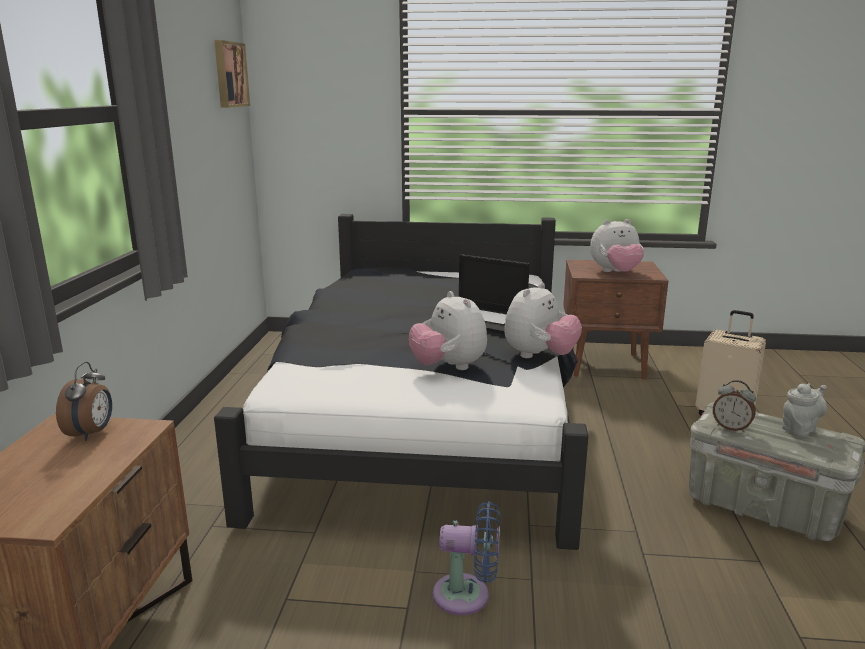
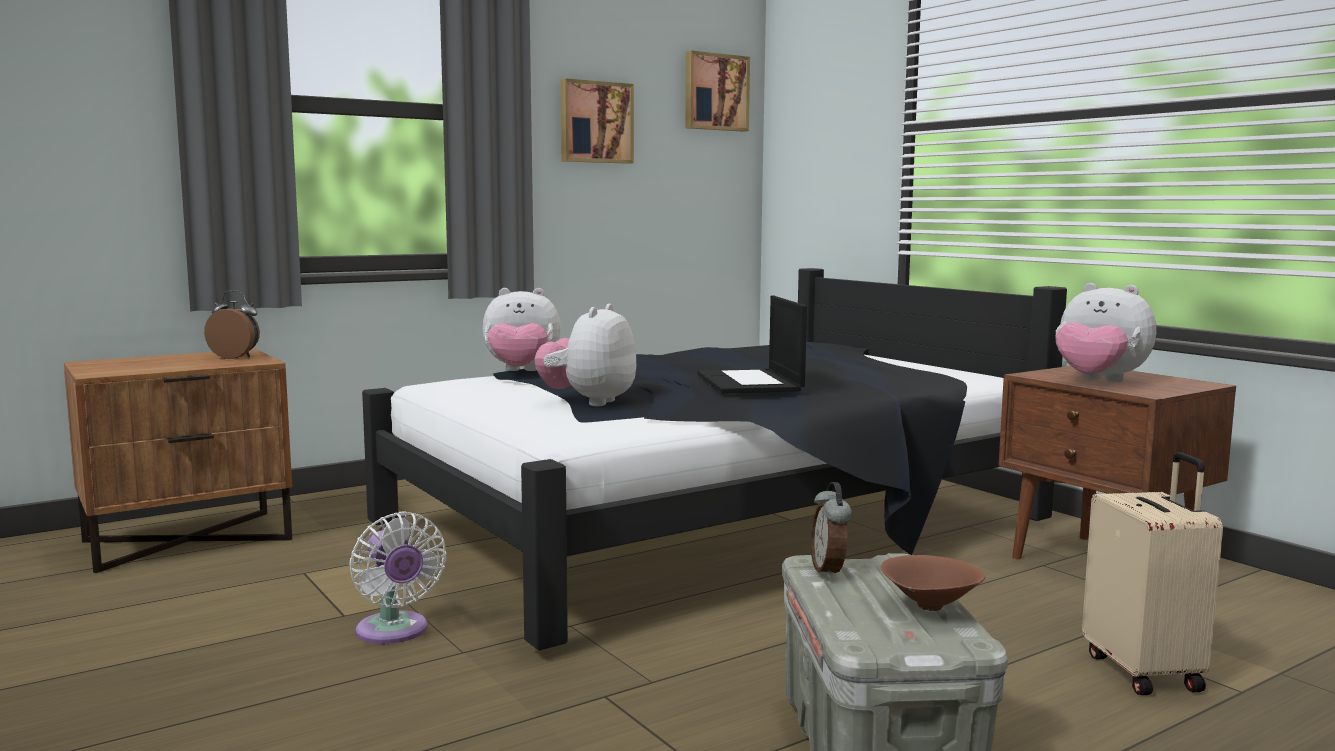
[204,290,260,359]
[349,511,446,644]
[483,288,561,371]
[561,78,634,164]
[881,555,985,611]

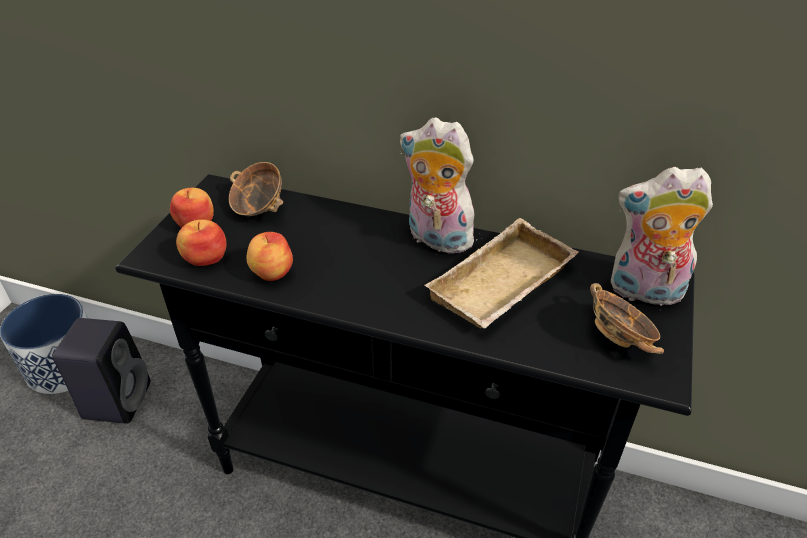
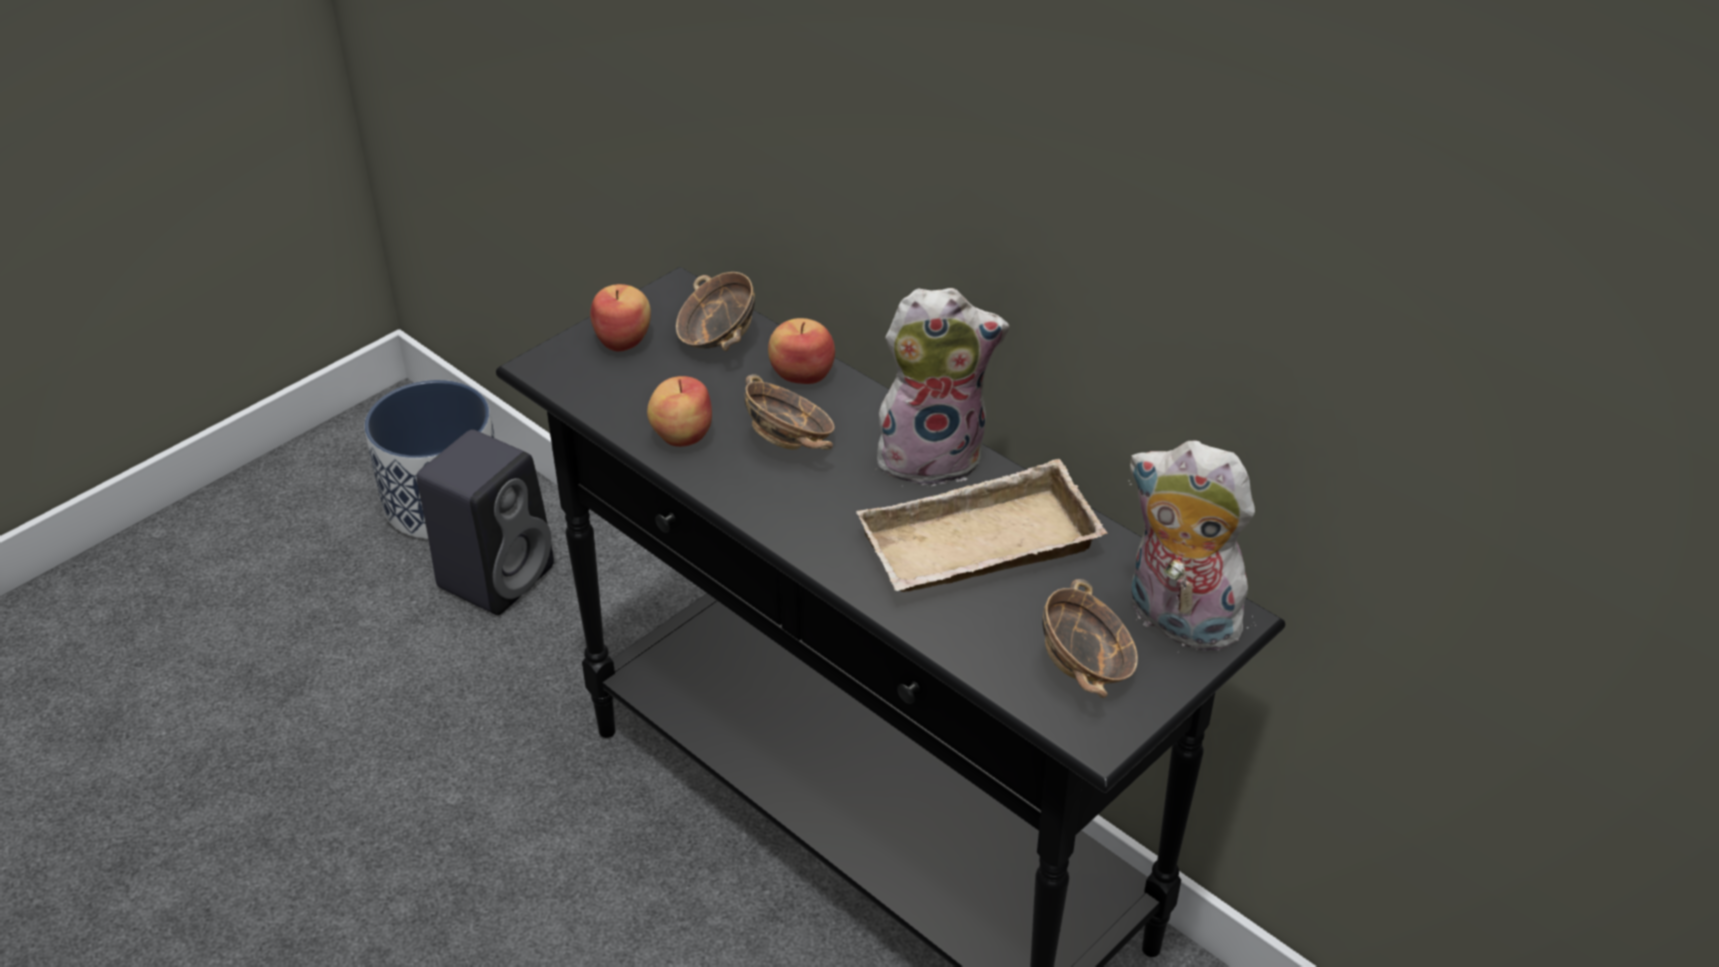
[745,374,835,450]
[768,318,835,384]
[876,288,1009,487]

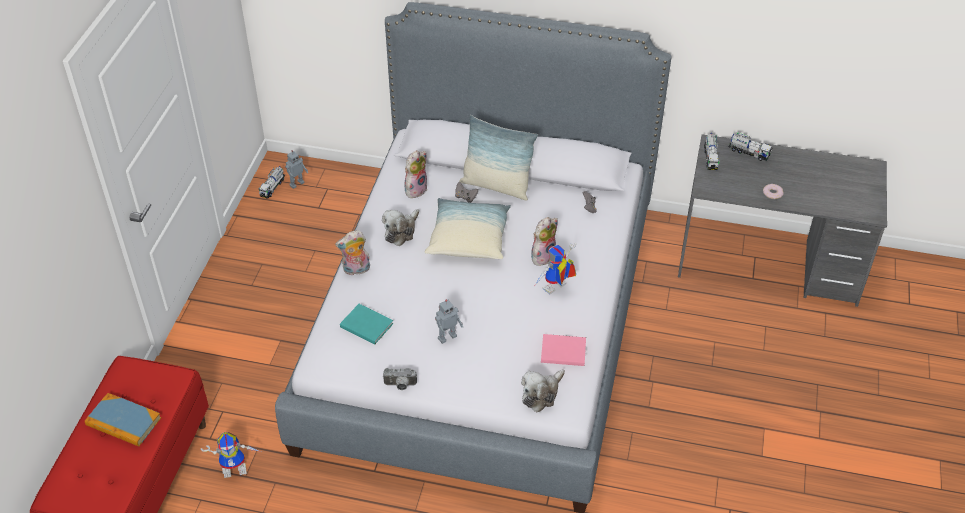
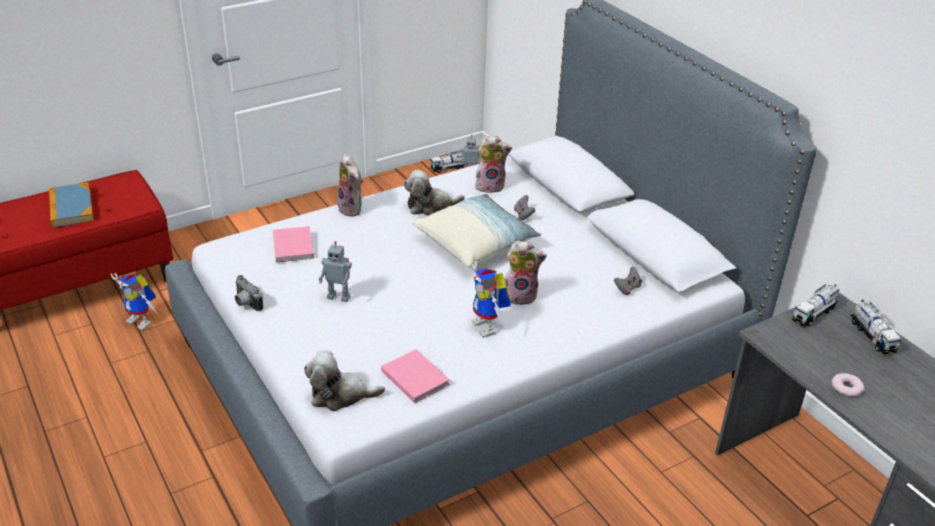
[273,226,314,263]
[337,154,363,217]
[471,260,511,338]
[459,115,538,201] (first image)

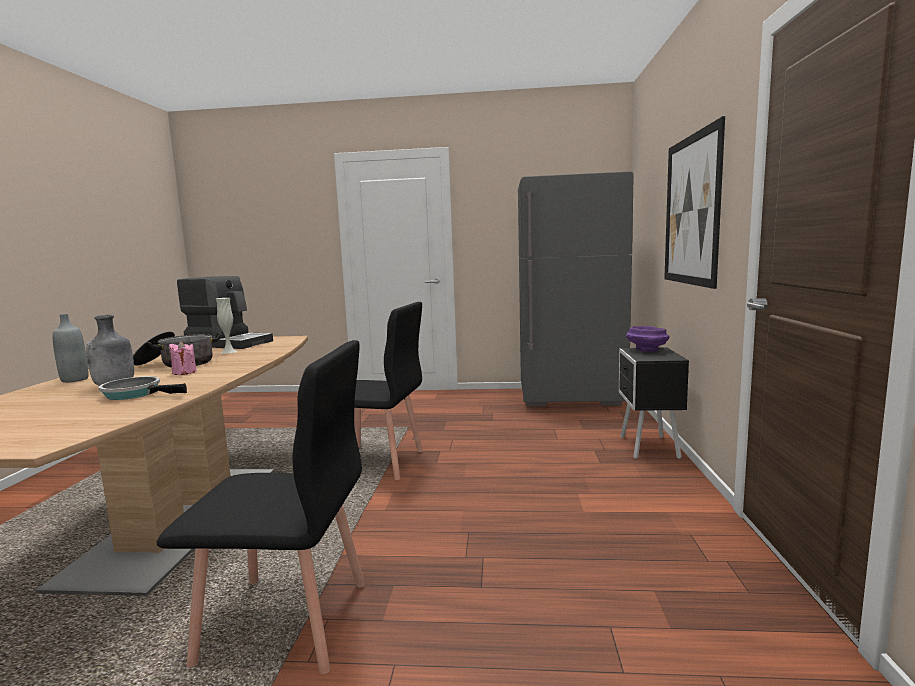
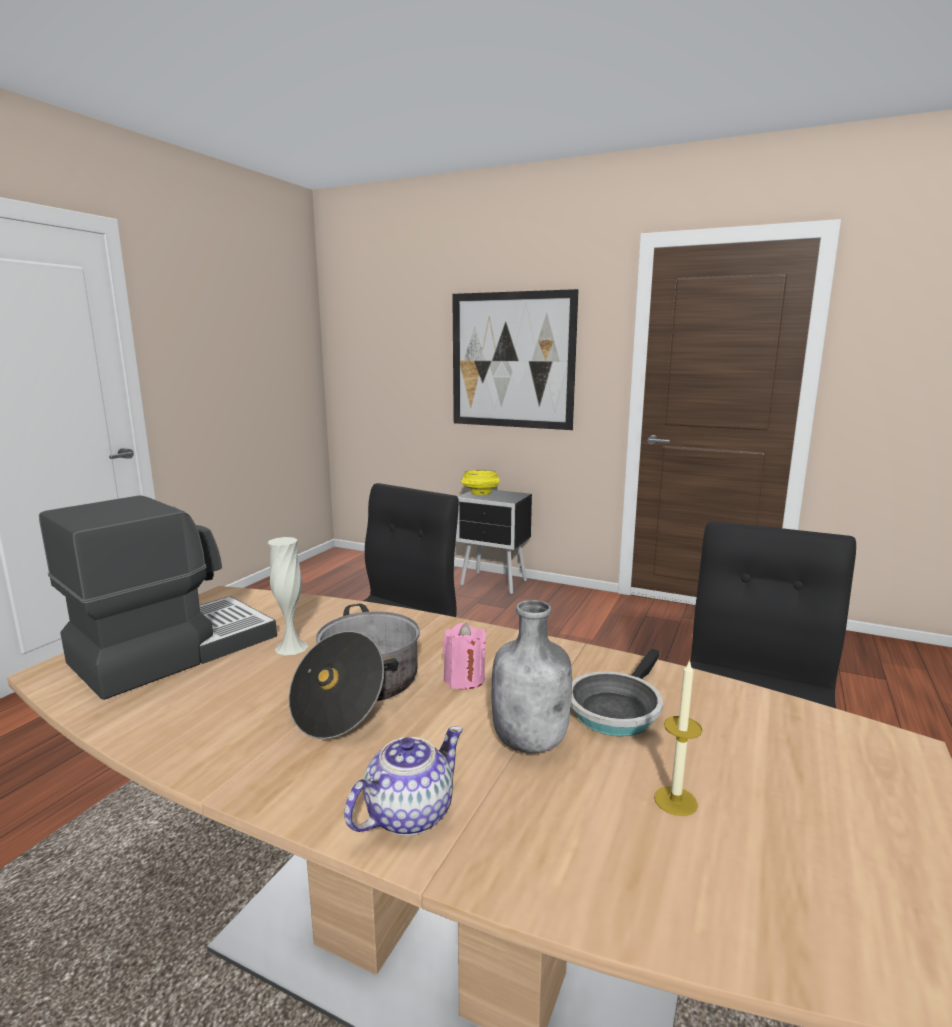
[344,726,463,836]
[461,470,500,495]
[654,659,702,816]
[518,171,634,407] (first image)

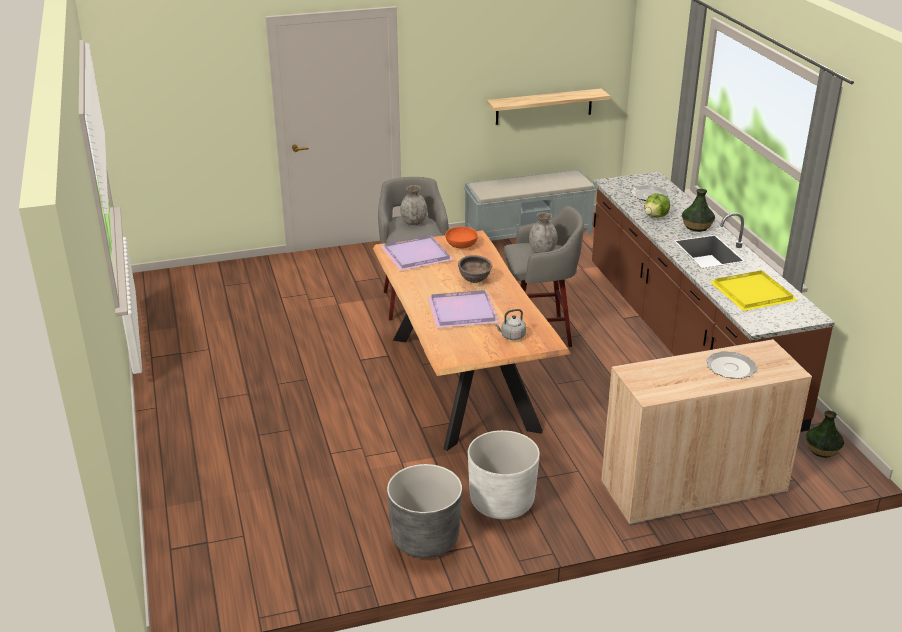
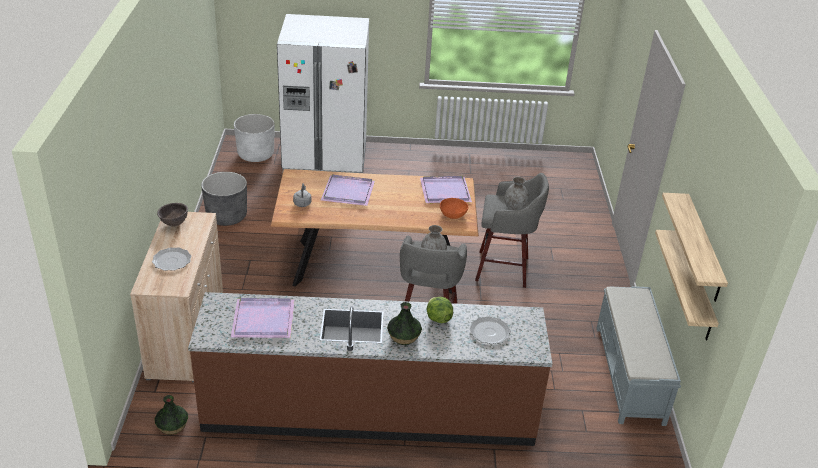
[157,203,188,227]
[231,298,295,338]
[234,114,274,162]
[277,14,369,173]
[662,193,728,302]

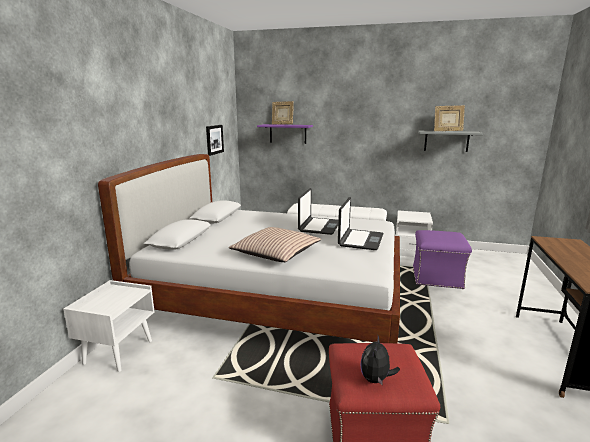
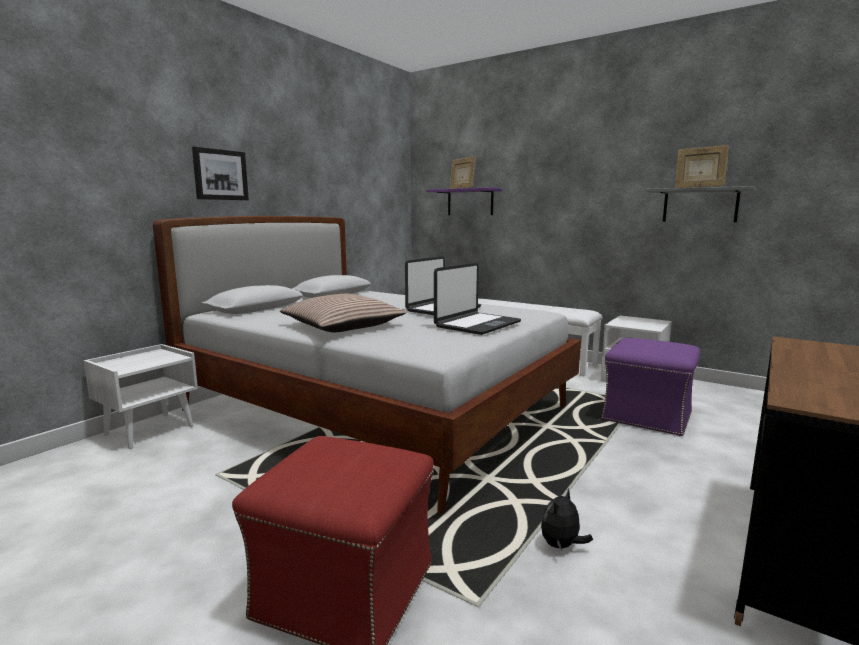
[192,147,249,200]
[541,488,593,550]

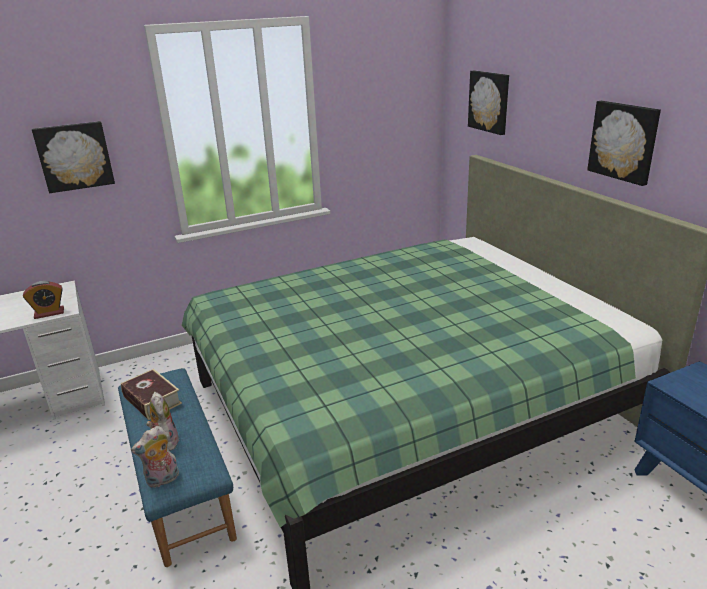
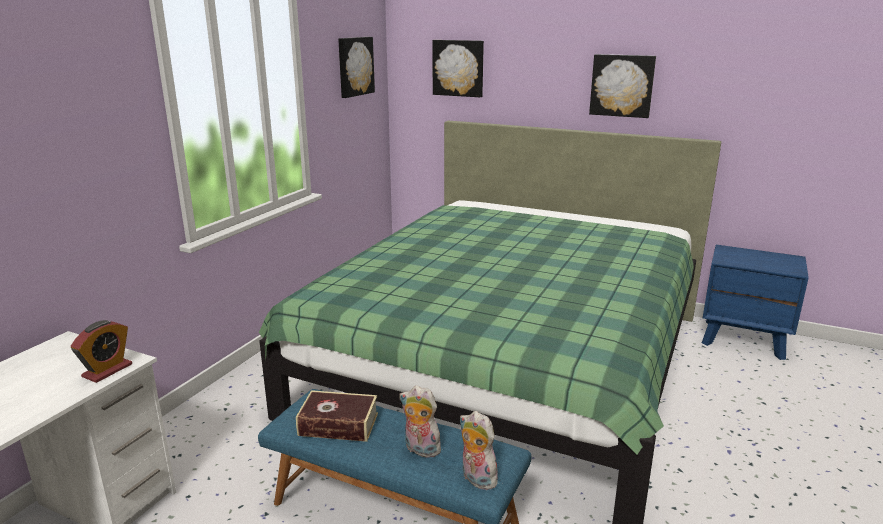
[338,37,375,98]
[460,411,500,490]

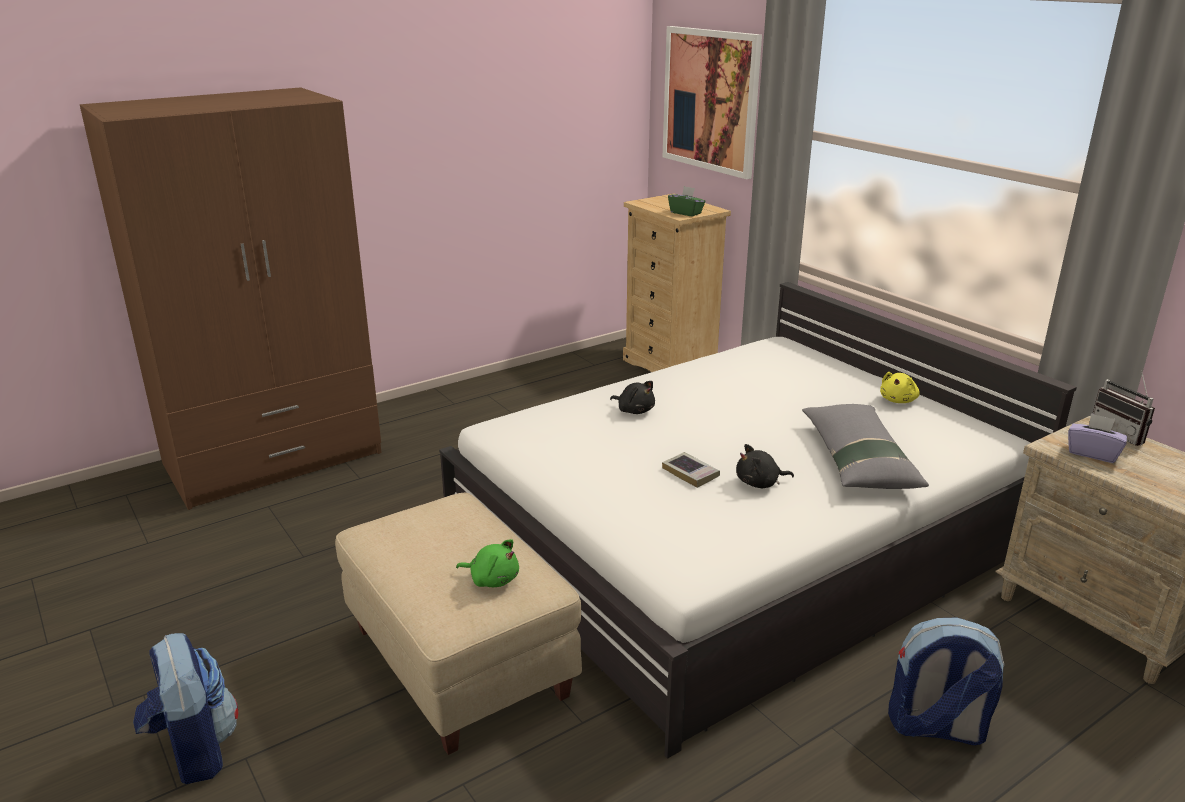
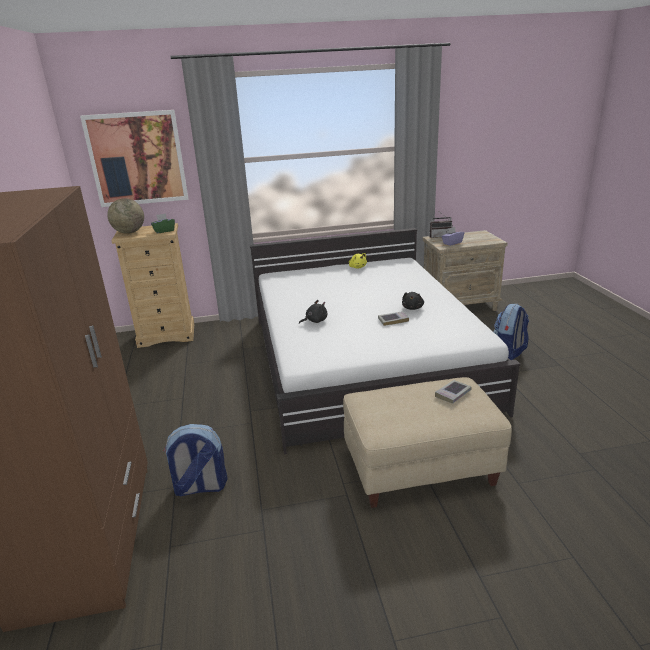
[107,198,144,234]
[163,424,228,496]
[435,380,472,403]
[802,404,929,489] (first image)

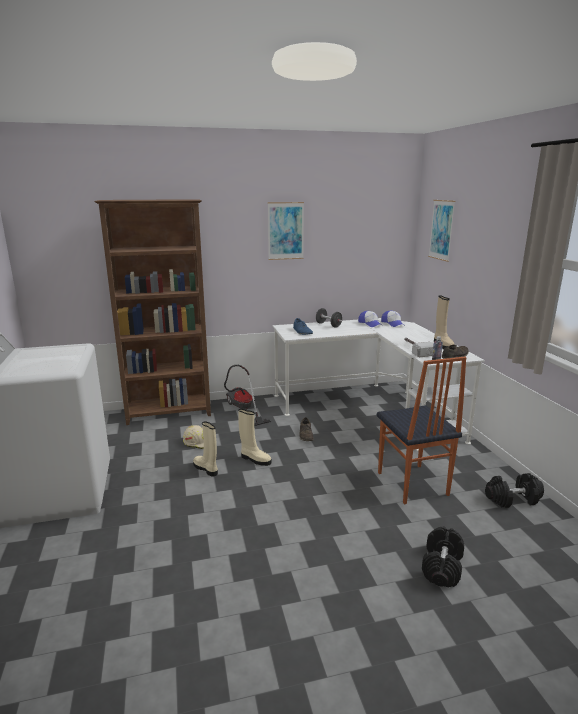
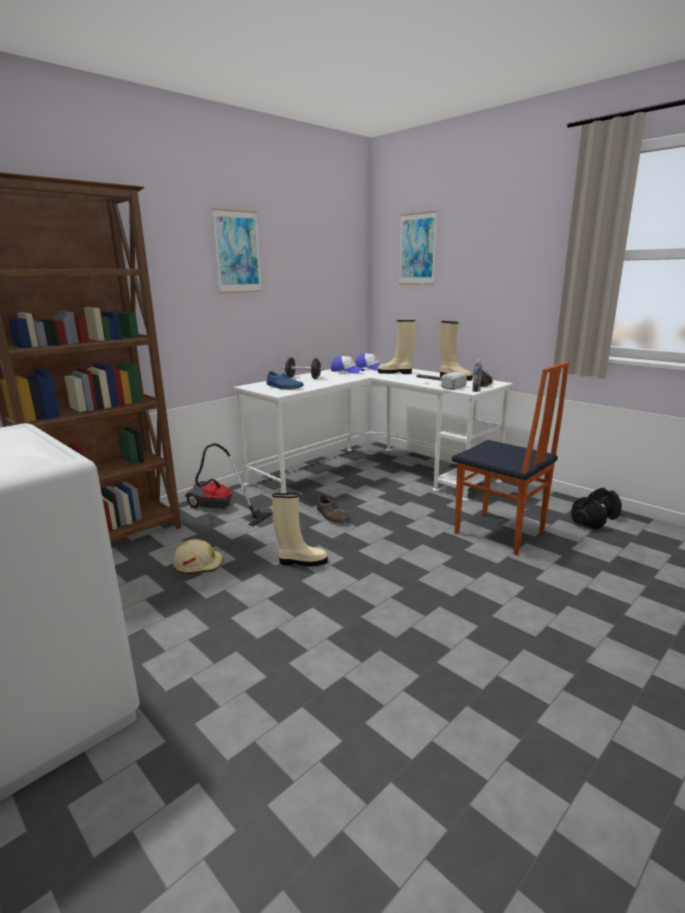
[378,320,415,374]
[422,526,465,587] (first image)

